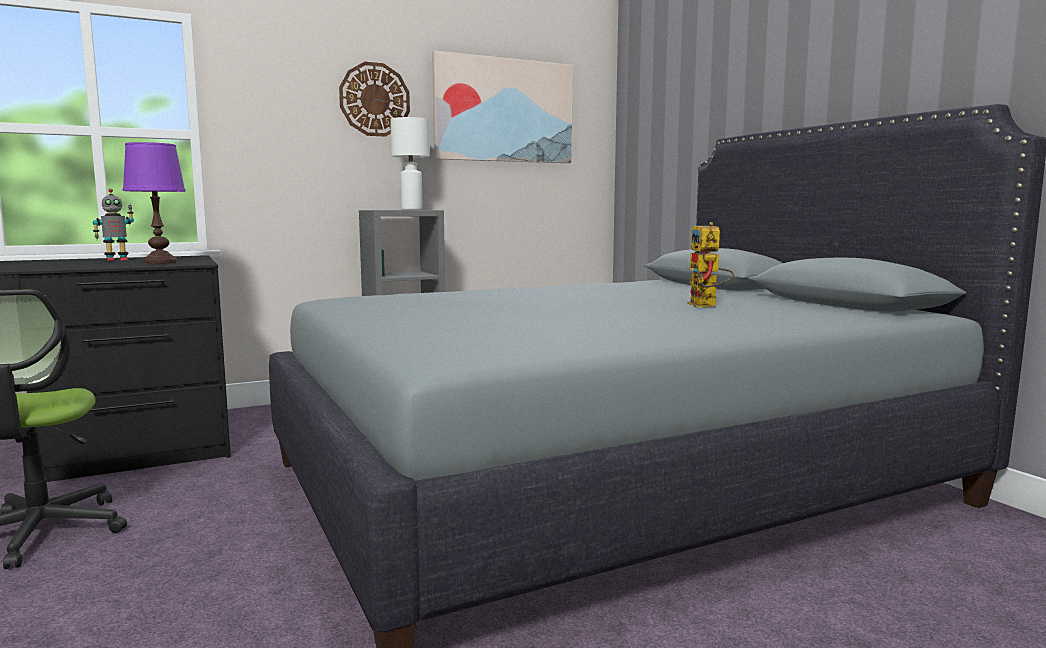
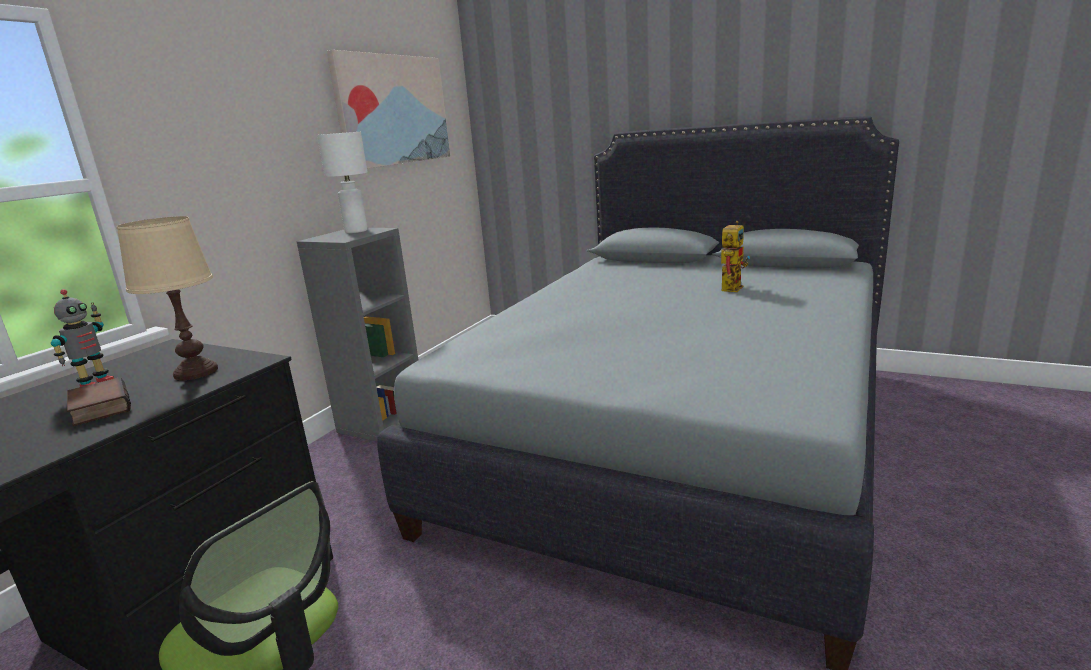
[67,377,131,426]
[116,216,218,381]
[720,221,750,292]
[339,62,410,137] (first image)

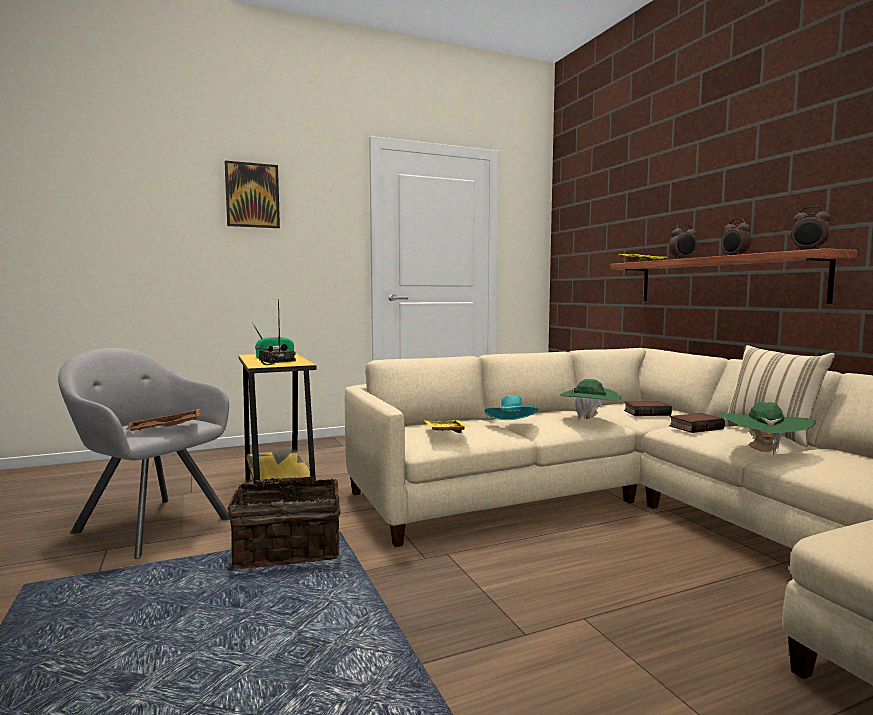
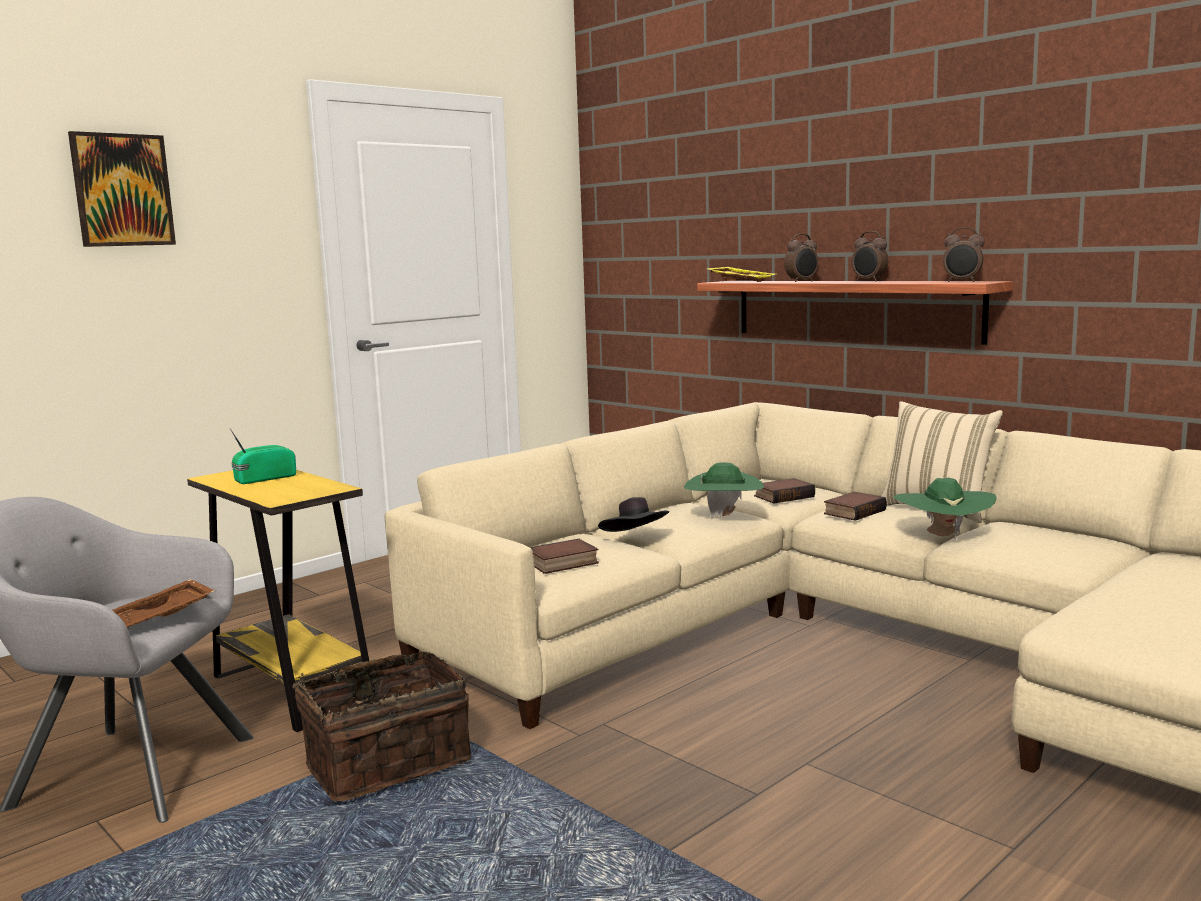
[529,539,599,574]
[598,497,670,532]
[259,299,296,365] (first image)

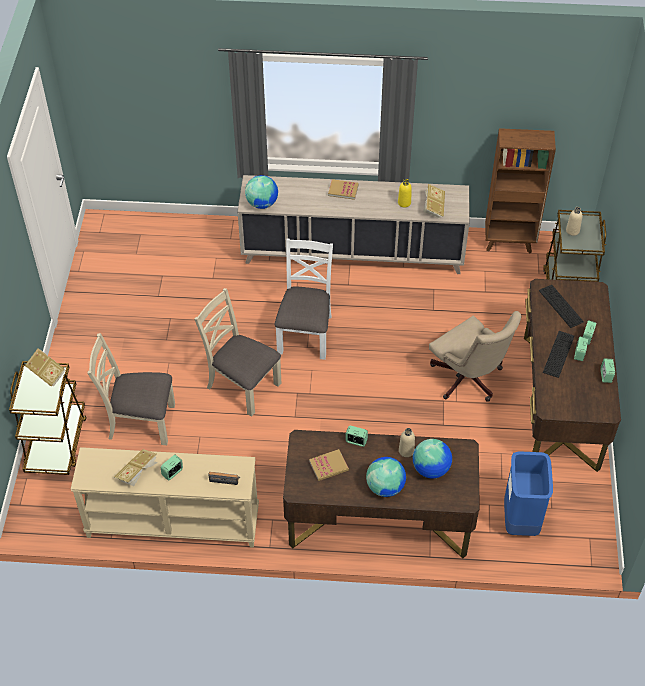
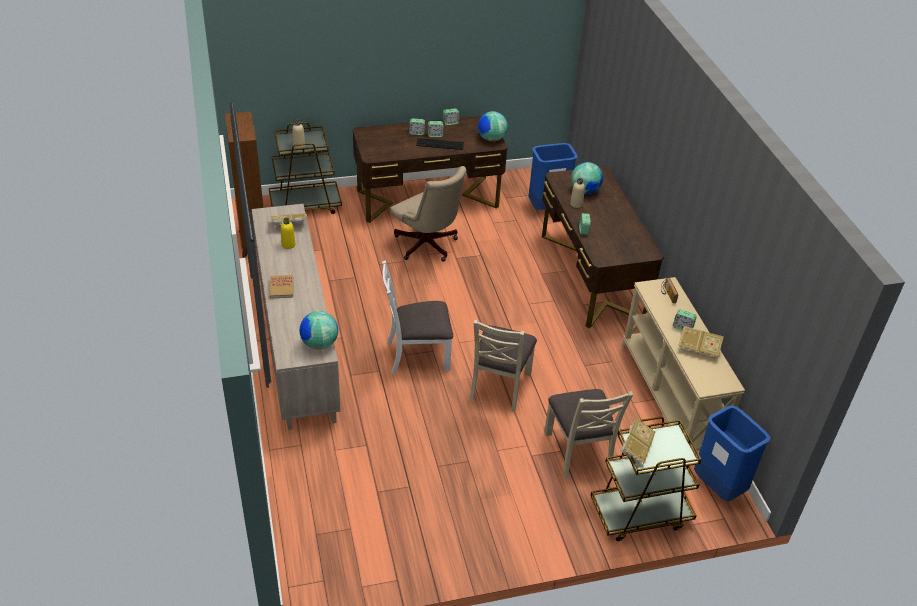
[390,166,466,262]
[478,111,508,142]
[694,405,770,501]
[309,449,349,481] (first image)
[539,285,584,328] (first image)

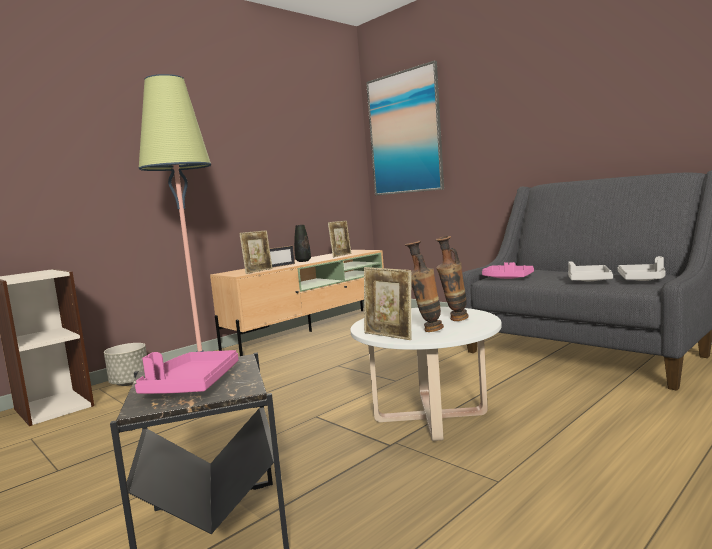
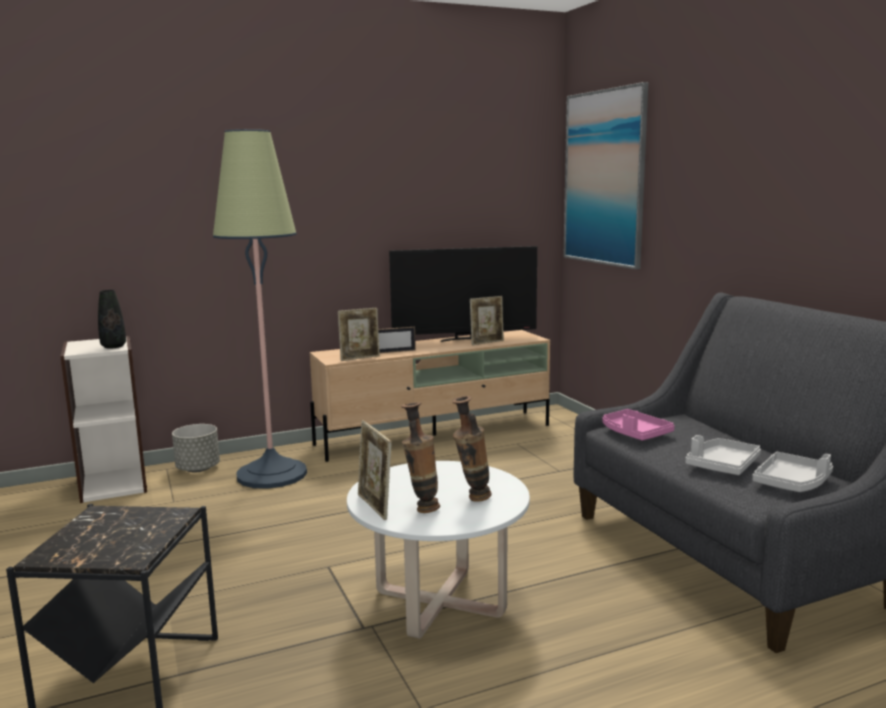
[98,290,126,349]
[389,246,537,342]
[135,350,239,394] (first image)

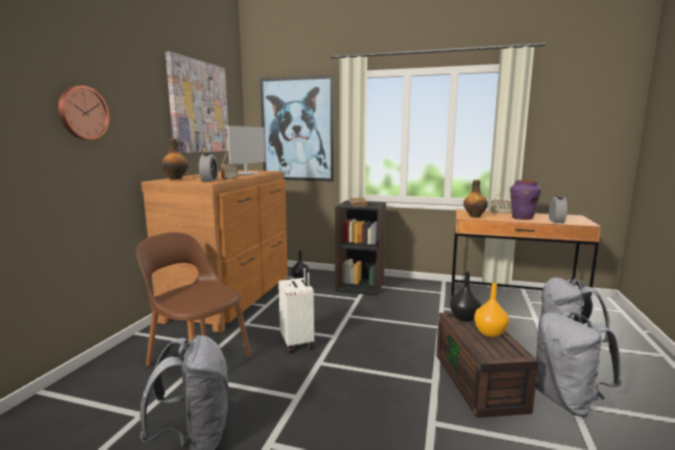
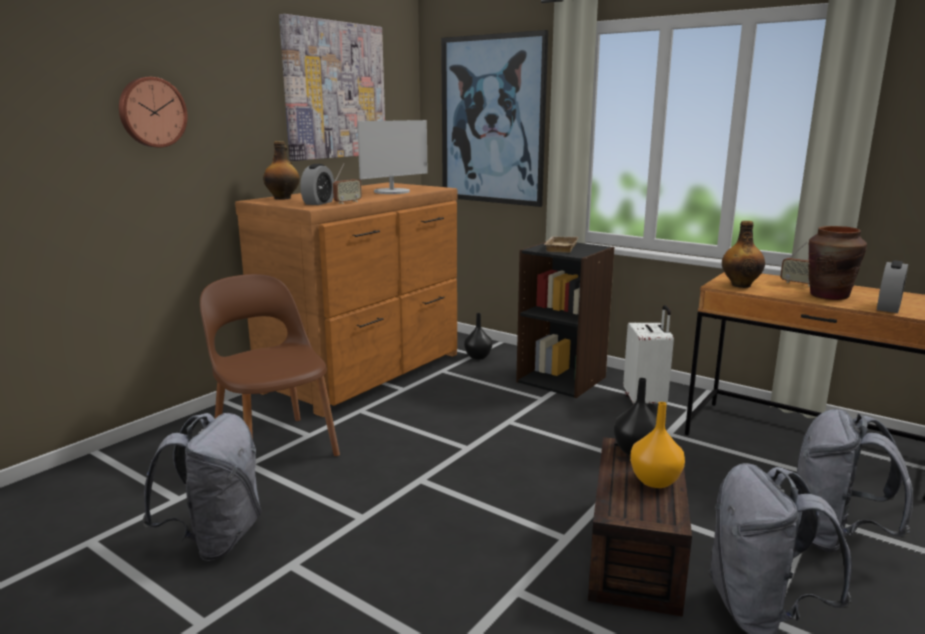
[623,305,674,404]
[808,226,867,300]

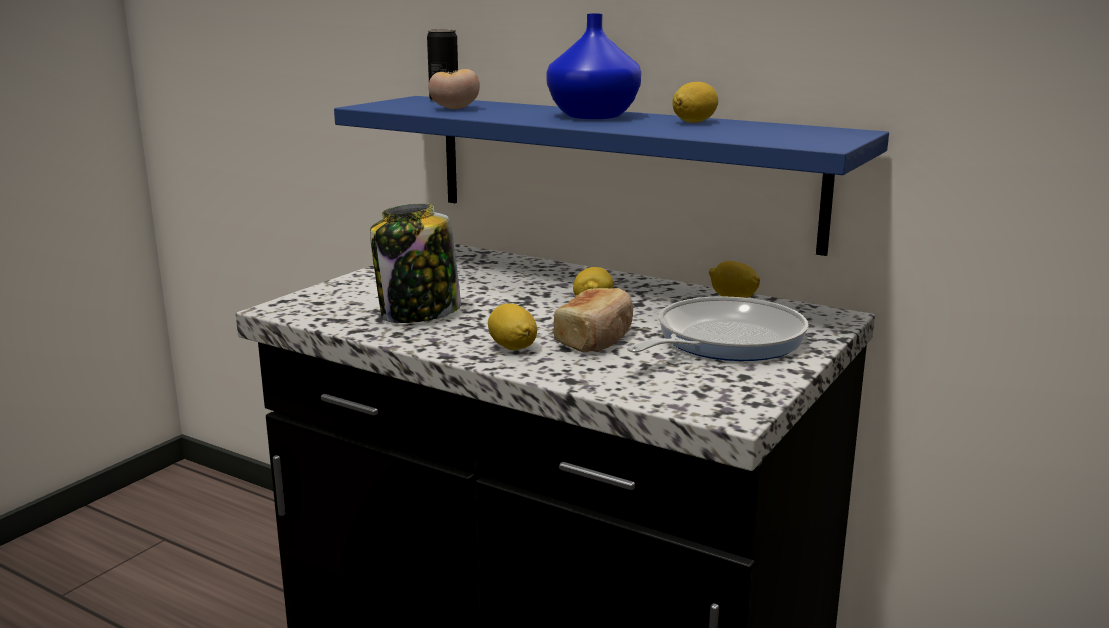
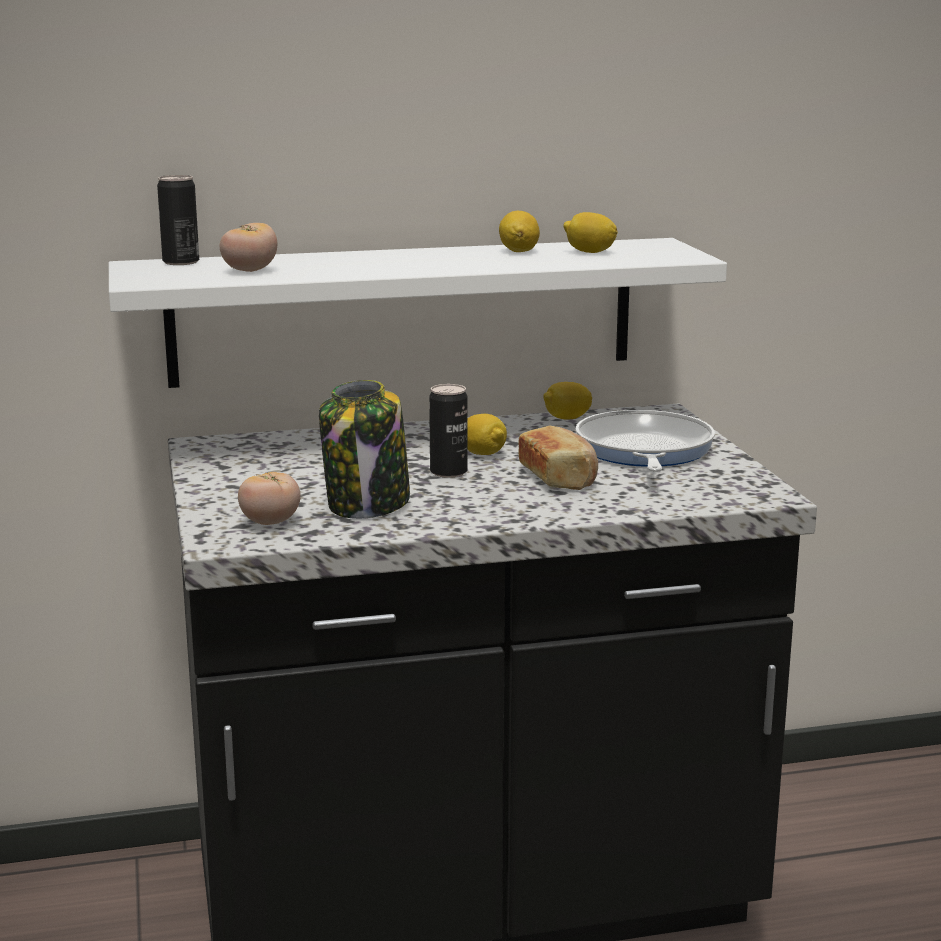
[109,238,727,388]
[238,472,301,525]
[429,384,468,478]
[563,212,618,253]
[546,14,641,119] (first image)

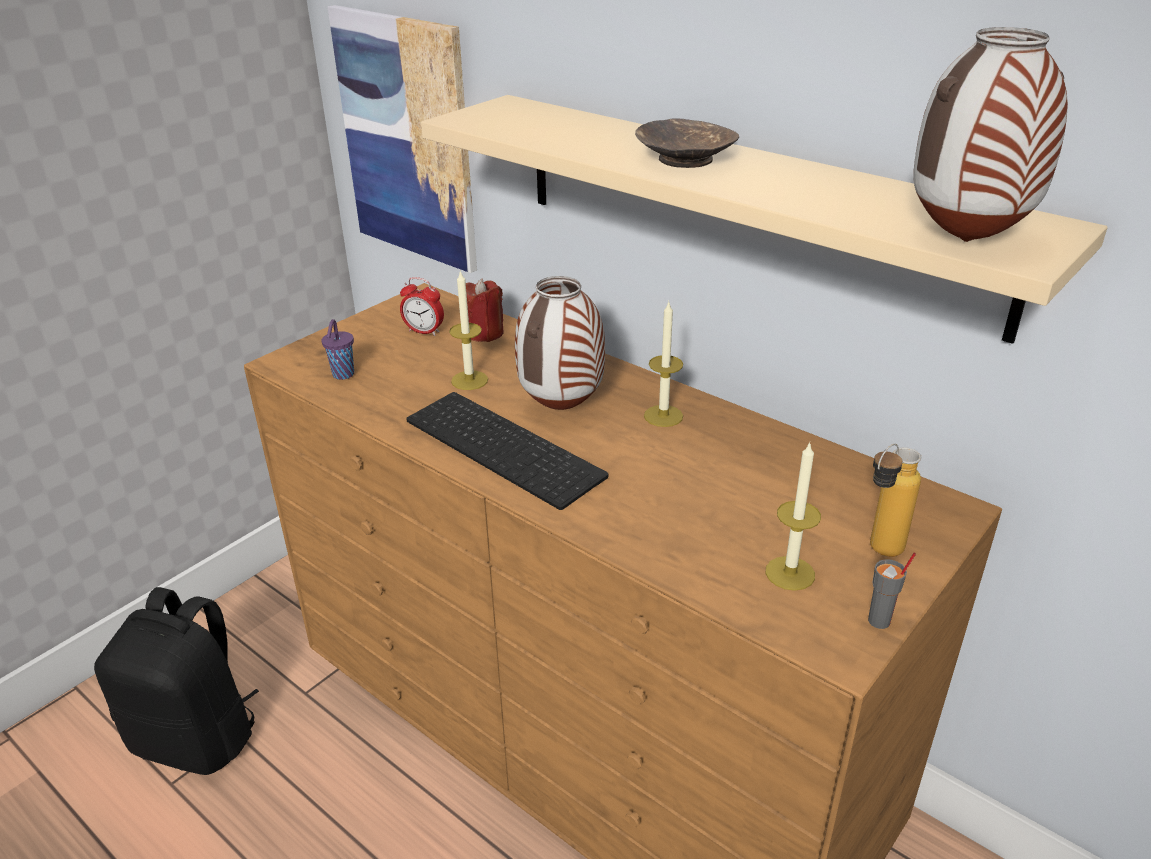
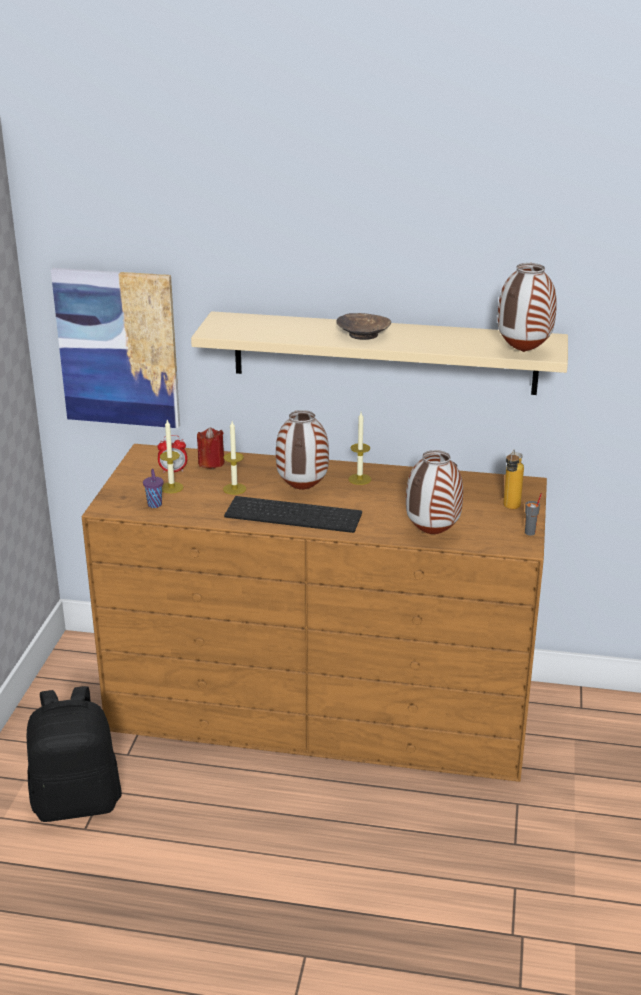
[160,420,184,493]
[406,450,463,534]

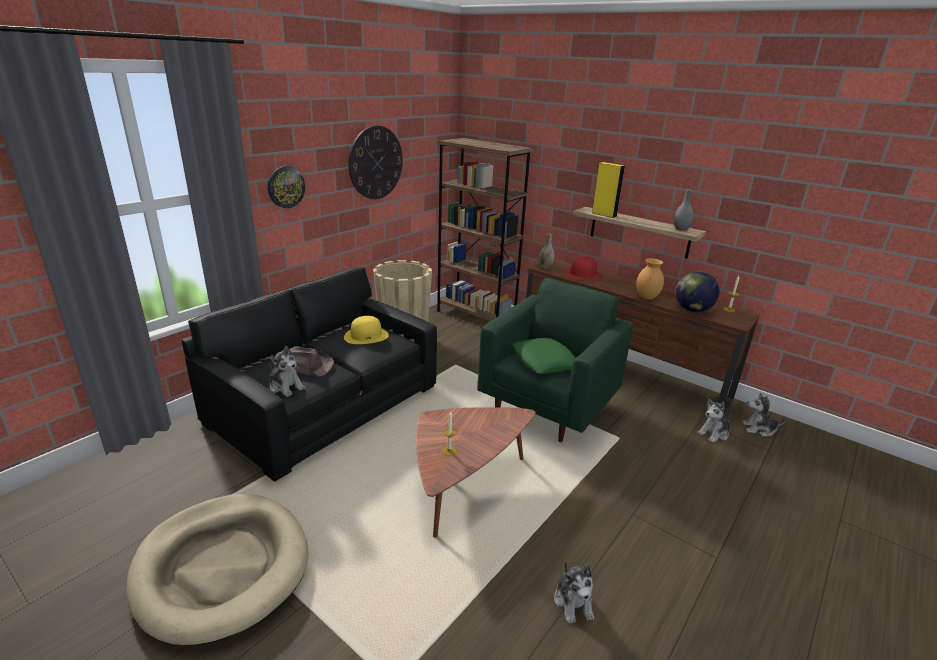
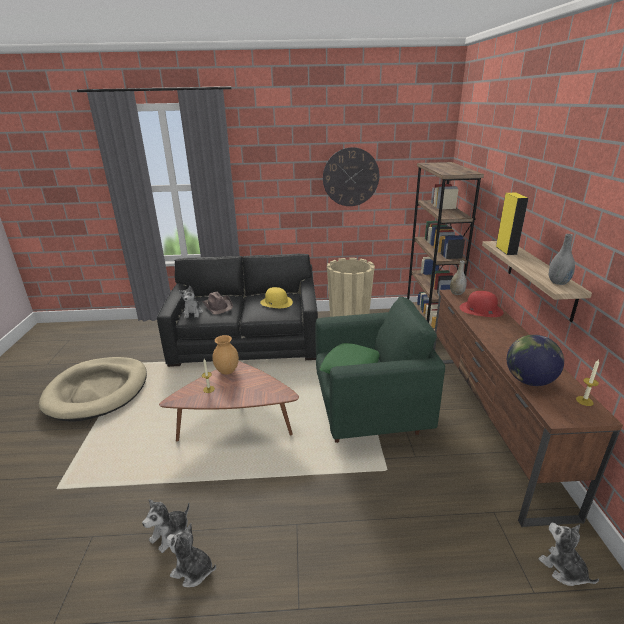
[166,523,216,587]
[213,335,239,375]
[268,166,305,208] (first image)

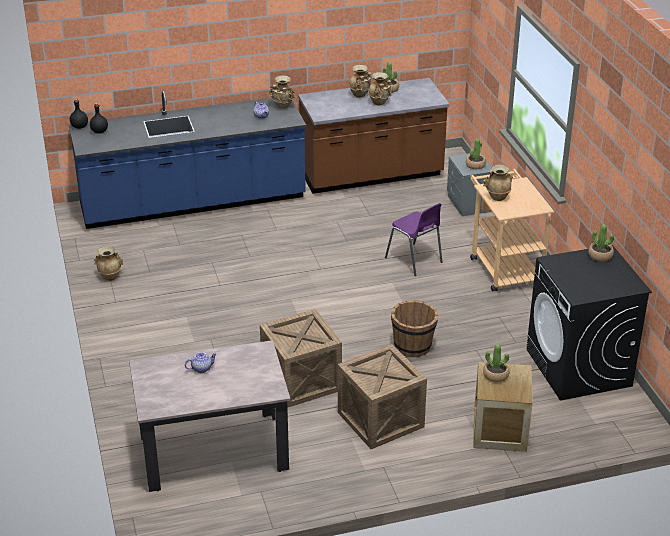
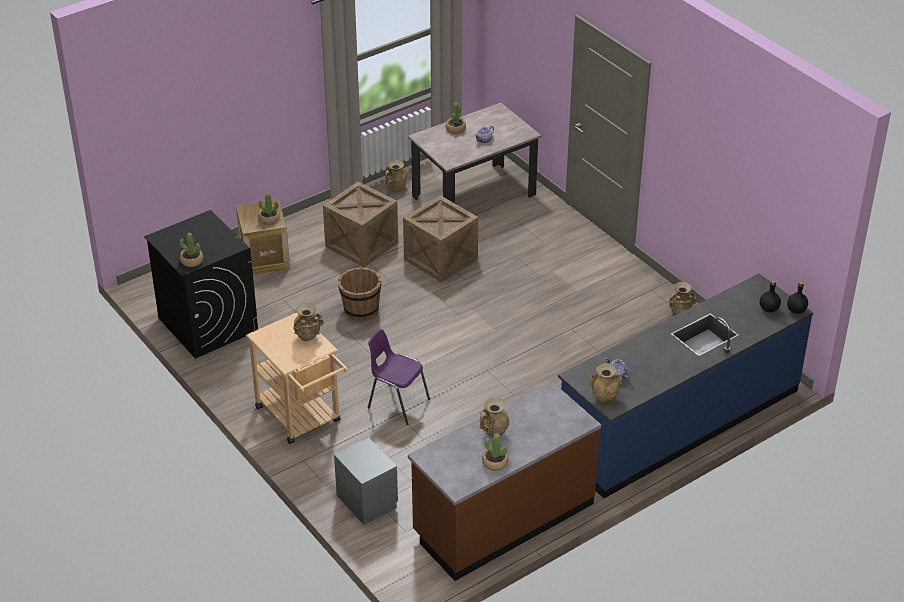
[385,160,408,192]
[446,103,466,134]

